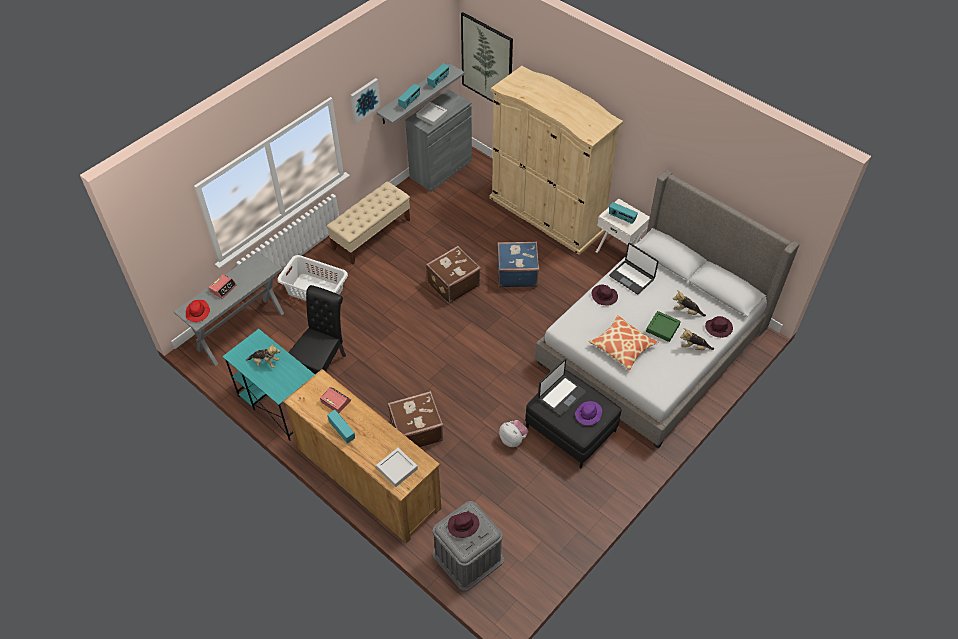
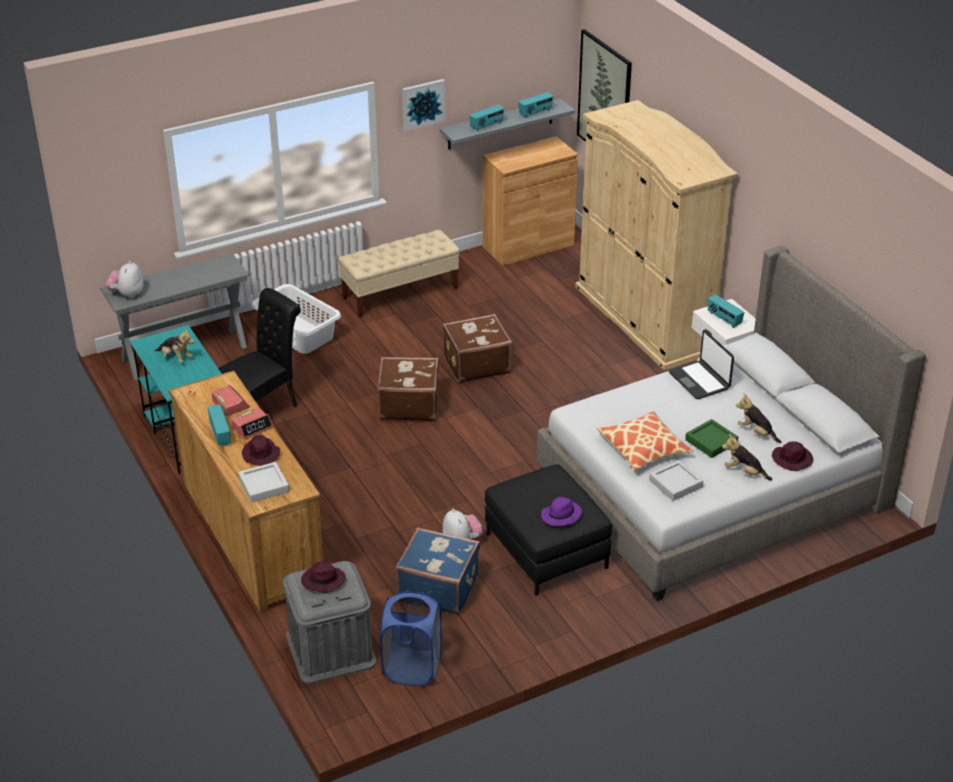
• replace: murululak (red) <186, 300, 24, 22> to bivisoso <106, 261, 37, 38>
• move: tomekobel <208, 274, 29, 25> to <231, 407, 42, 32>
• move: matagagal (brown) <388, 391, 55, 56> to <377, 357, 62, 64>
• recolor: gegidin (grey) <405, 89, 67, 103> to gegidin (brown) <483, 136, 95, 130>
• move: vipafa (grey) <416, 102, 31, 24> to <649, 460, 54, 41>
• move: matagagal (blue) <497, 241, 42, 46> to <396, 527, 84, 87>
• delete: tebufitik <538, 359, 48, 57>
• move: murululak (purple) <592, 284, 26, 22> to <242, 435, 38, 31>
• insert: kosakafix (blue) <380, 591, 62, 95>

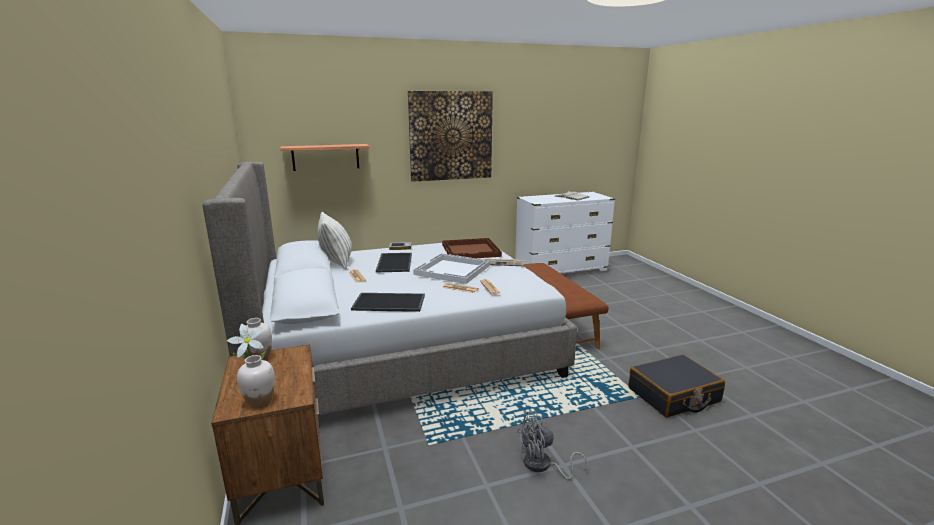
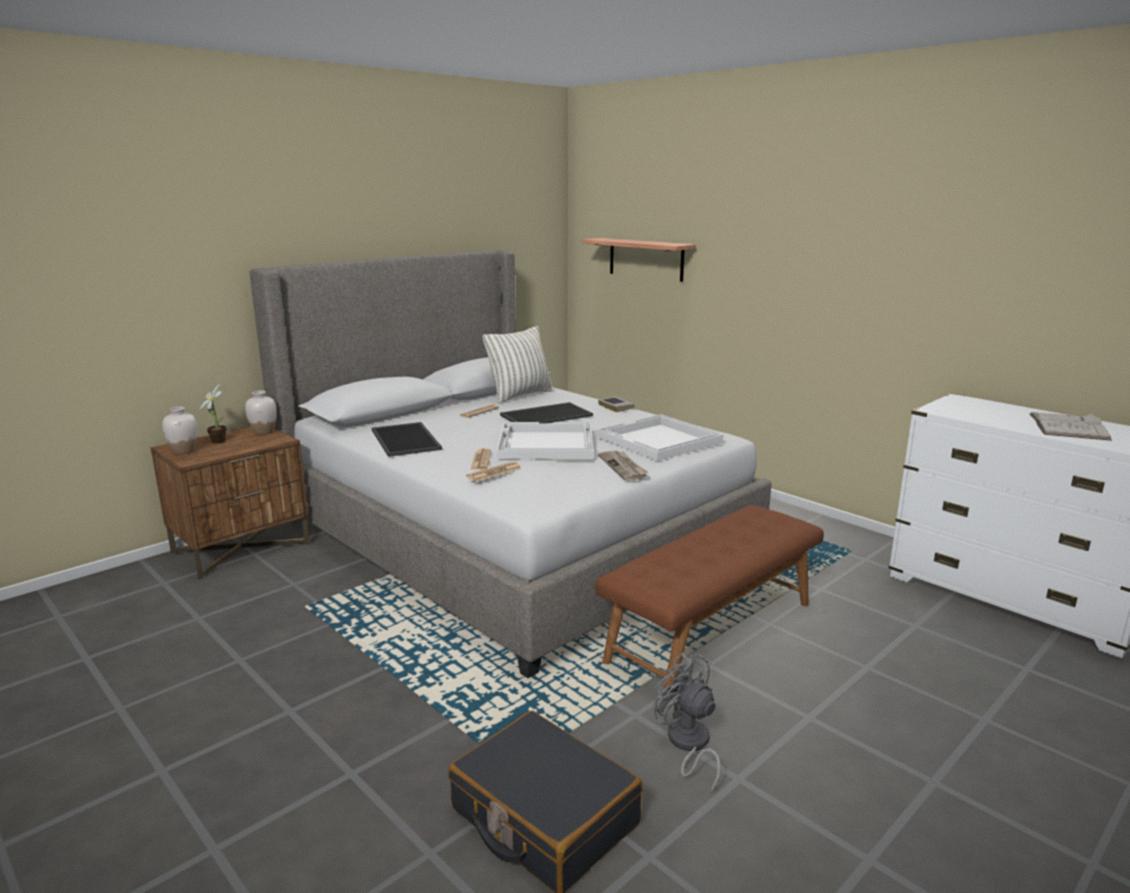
• delete: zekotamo <408, 91, 85, 91>
• recolor: vipafa (brown) <442, 238, 60, 20> to vipafa (white) <597, 414, 126, 47>
• move: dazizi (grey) <517, 411, 72, 69> to <654, 653, 67, 141>

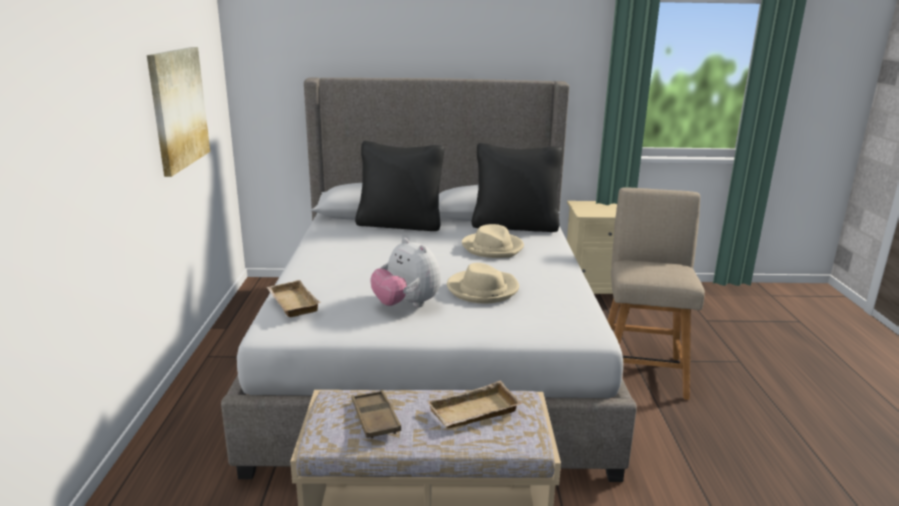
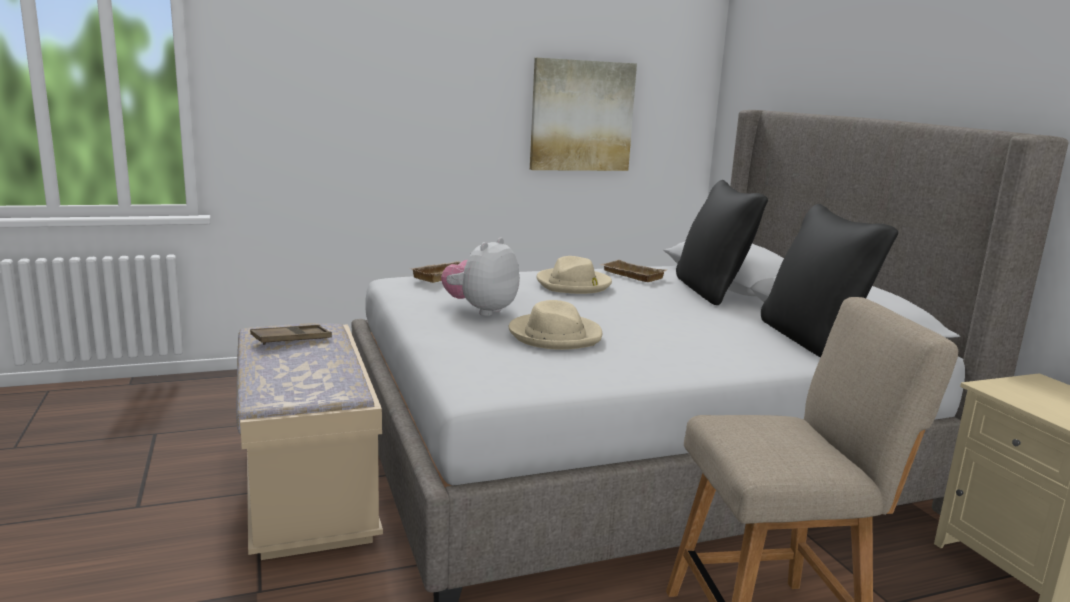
• move: vipafa (beige) <428, 381, 94, 48> to <600, 260, 67, 22>
• move: murululak (beige) <462, 224, 62, 34> to <537, 256, 75, 38>

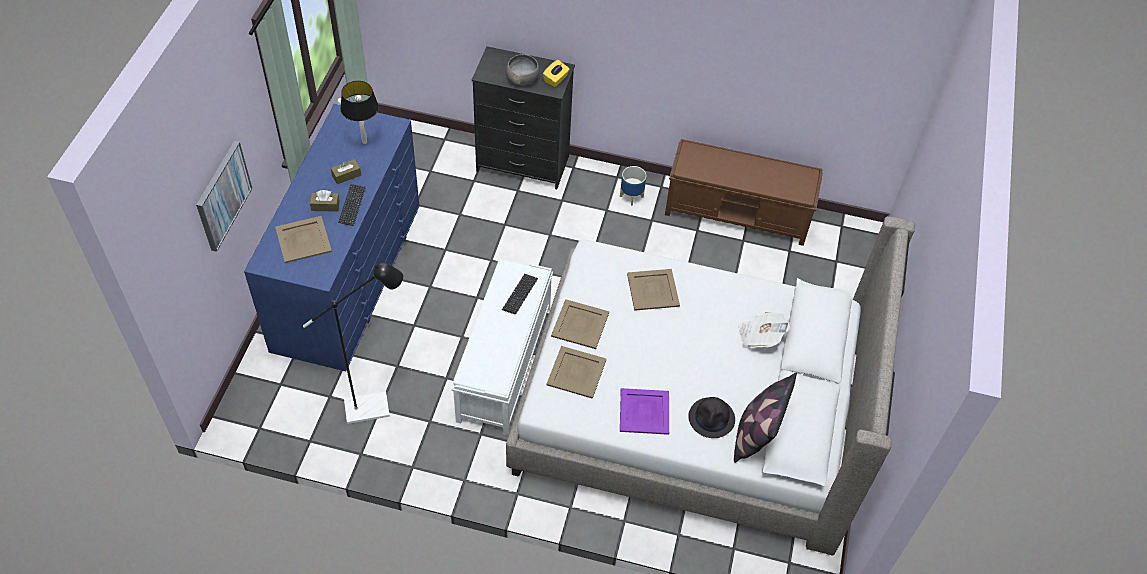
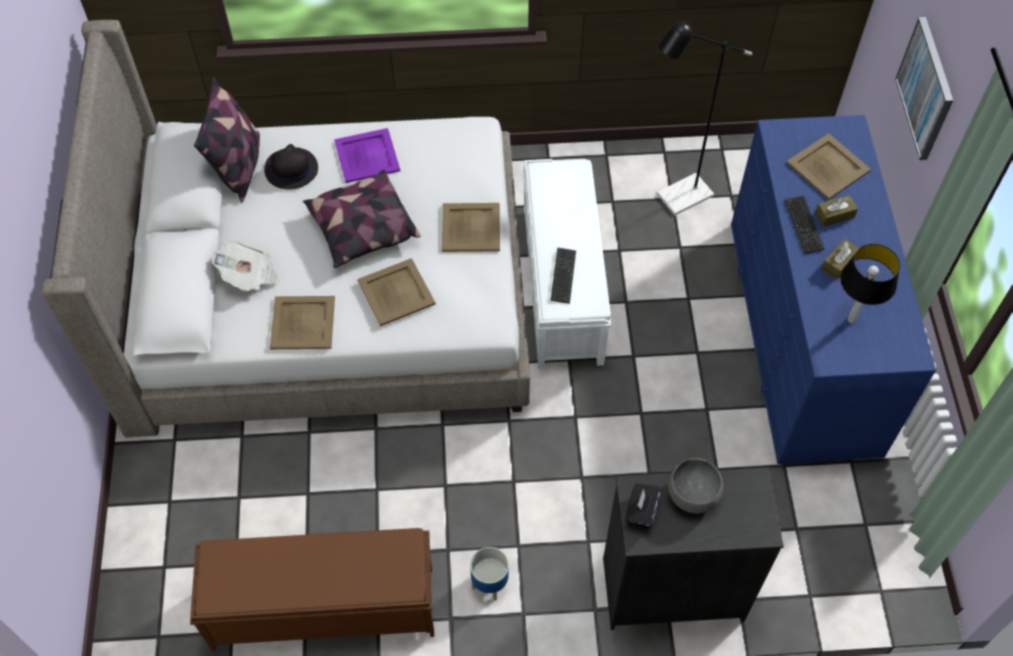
• recolor: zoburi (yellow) <543, 60, 27, 27> to zoburi (black) <625, 483, 36, 46>
• move: vipafa (beige) <546, 346, 60, 53> to <270, 296, 65, 53>
• insert: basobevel <303, 170, 118, 98>

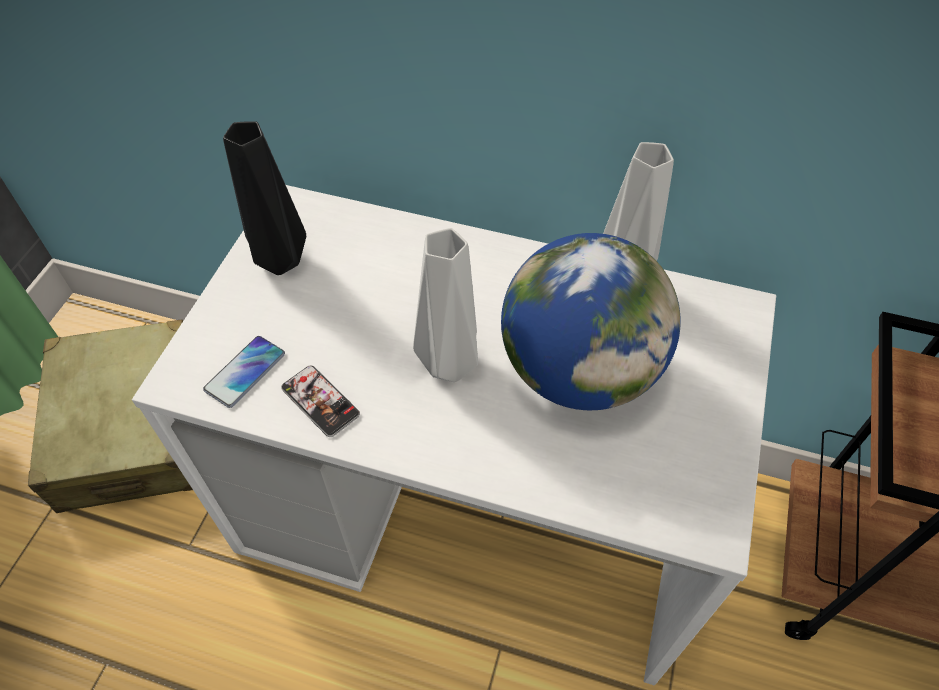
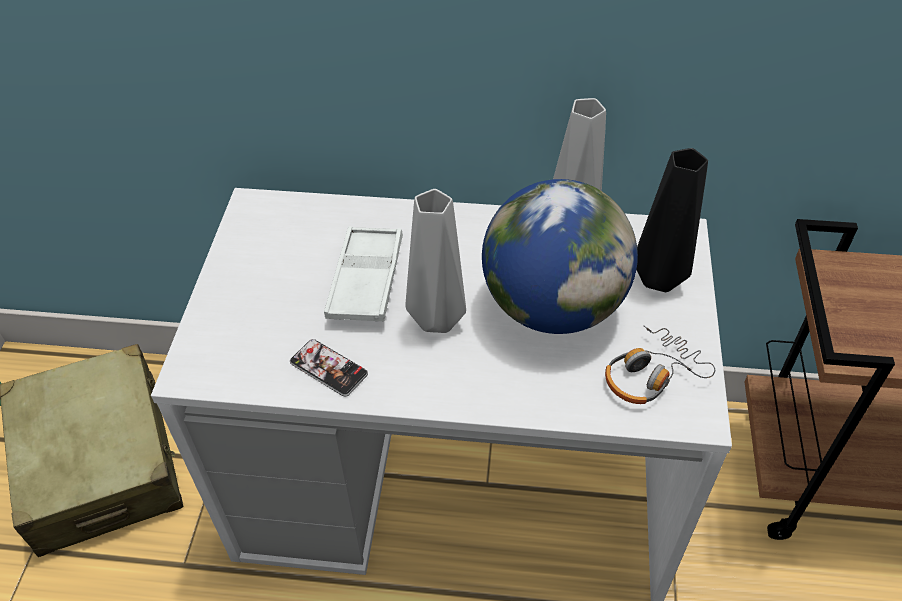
• delete: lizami <203, 336, 82, 72>
• move: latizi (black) <223, 121, 83, 154> to <636, 148, 72, 144>
• insert: vipafa (white) <324, 226, 79, 96>
• insert: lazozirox <605, 325, 110, 79>

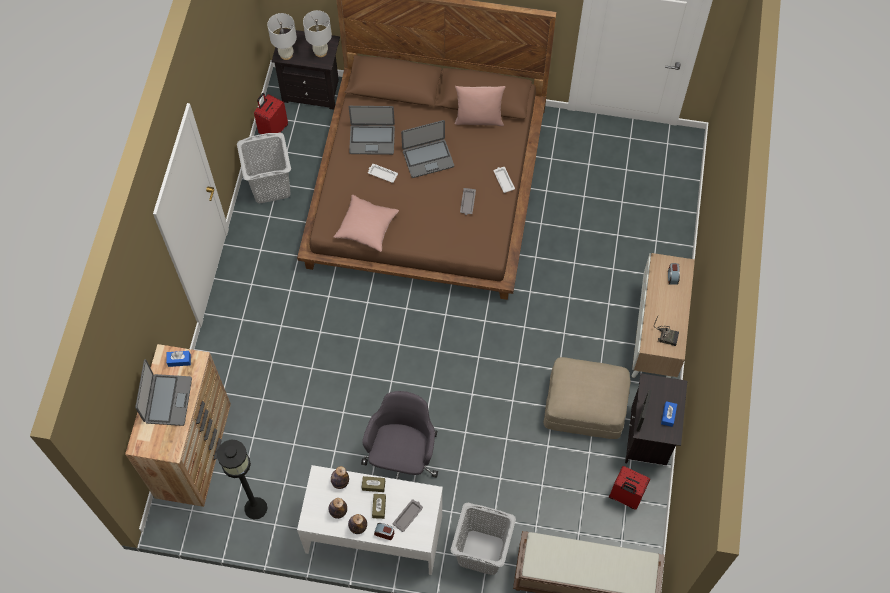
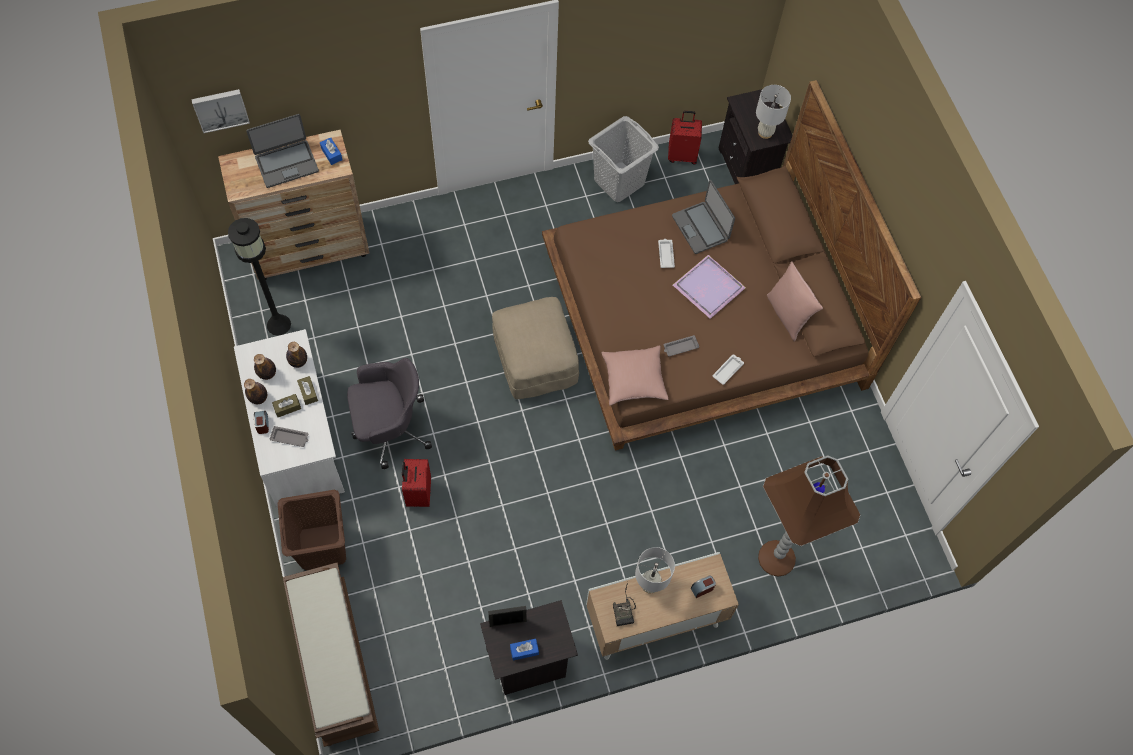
• move: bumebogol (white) <267, 13, 30, 47> to <635, 547, 40, 46>
• move: basobevel (pink) <334, 195, 65, 57> to <602, 345, 66, 60>
• replace: tebufitik <401, 120, 53, 58> to vipafa (purple) <673, 255, 73, 64>
• recolor: kosakafix (grey) <451, 503, 65, 72> to kosakafix (brown) <278, 490, 68, 80>
• move: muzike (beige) <544, 357, 87, 82> to <492, 297, 87, 102>
• move: matagagal (red) <609, 466, 41, 44> to <402, 459, 29, 48>
• insert: zekotamo <191, 89, 59, 44>
• insert: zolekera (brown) <758, 455, 103, 122>

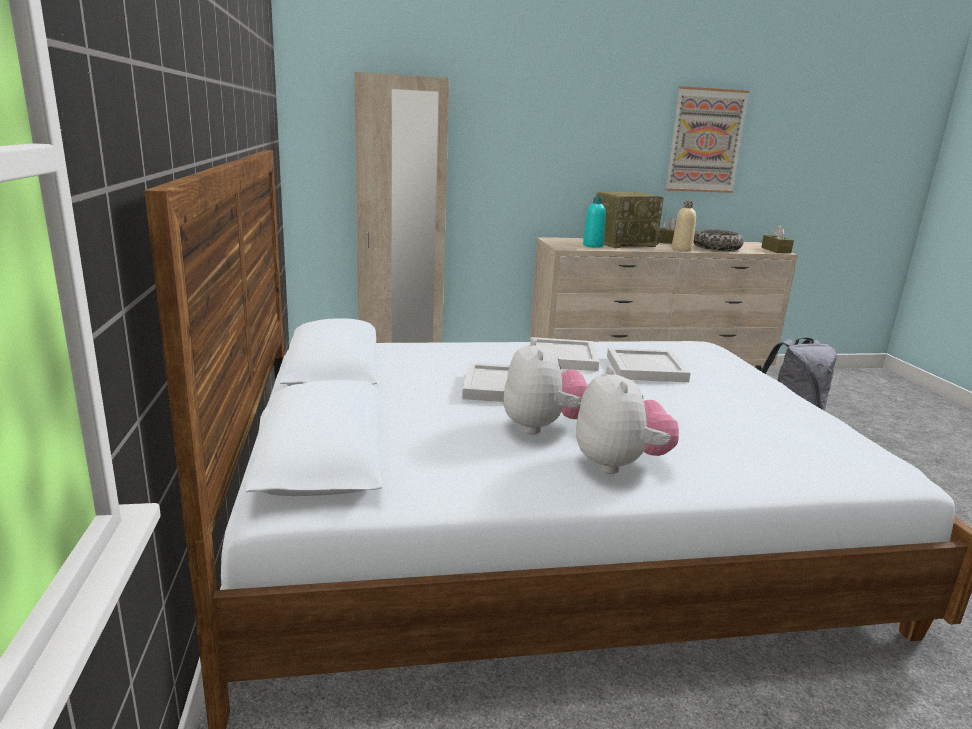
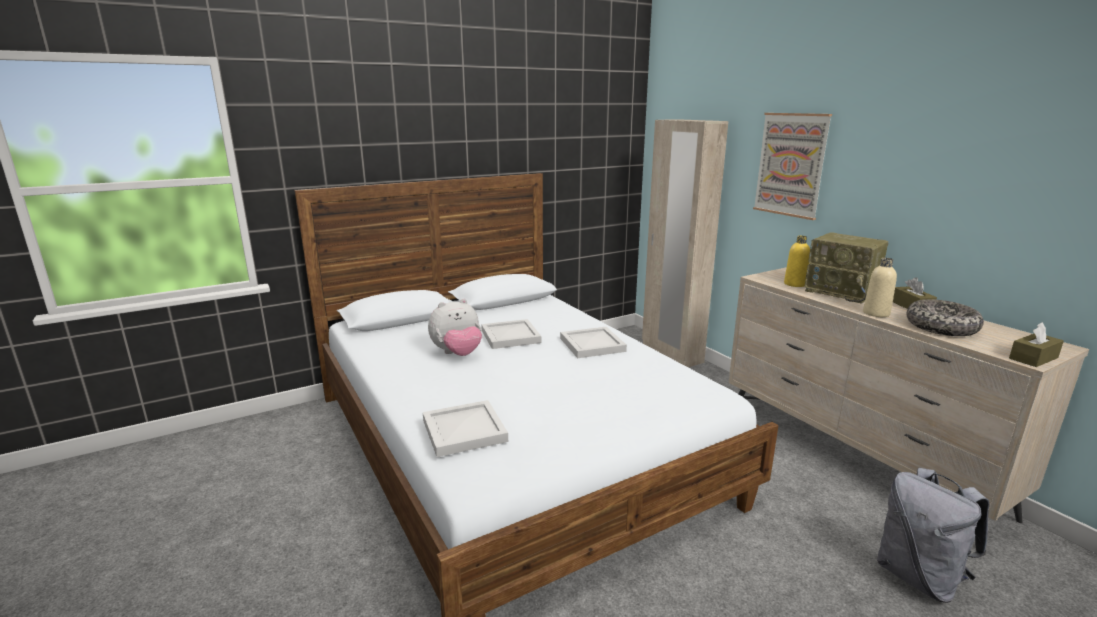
• delete: bivisoso <576, 366, 103, 108>
• recolor: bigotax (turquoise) <583, 197, 23, 51> to bigotax (yellow) <784, 236, 26, 51>
• move: vipafa (white) <607, 348, 84, 34> to <423, 400, 85, 57>
• move: zekotamo <665, 86, 85, 107> to <753, 113, 79, 107>

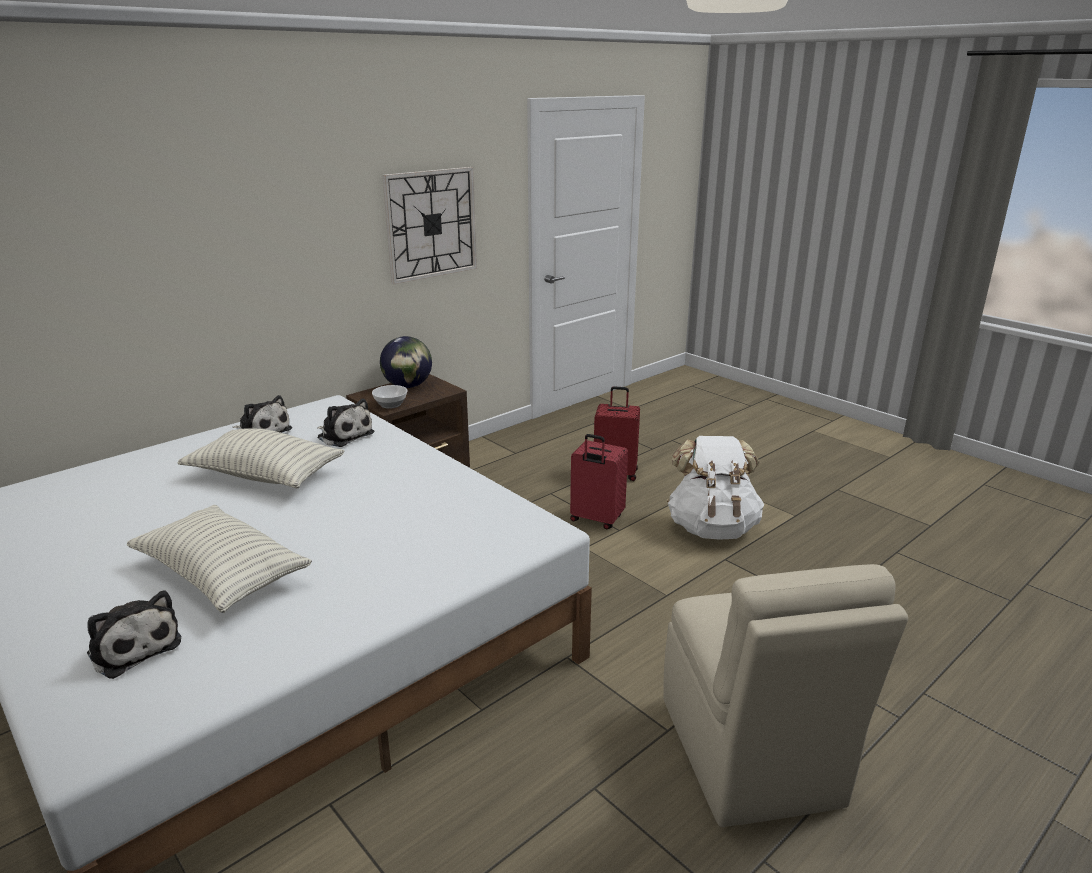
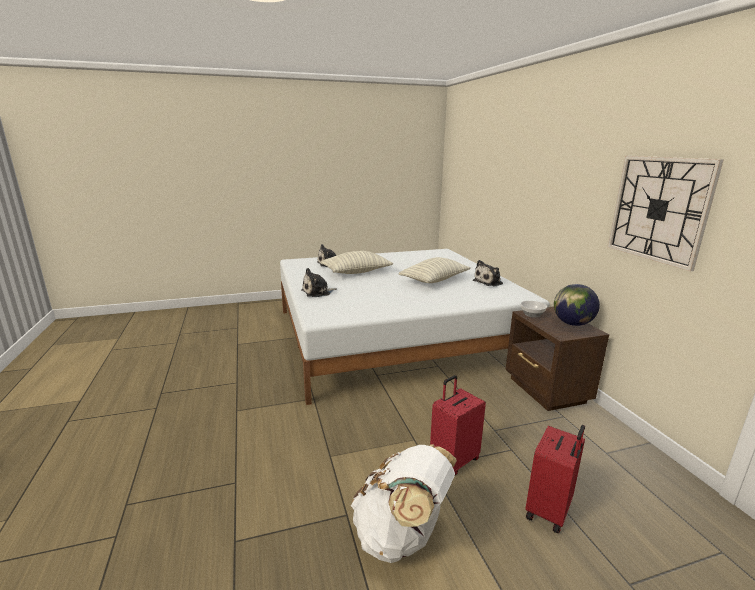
• move: bivisoso <317, 398, 57, 49> to <302, 268, 35, 29>
• delete: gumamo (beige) <663, 564, 245, 263>

